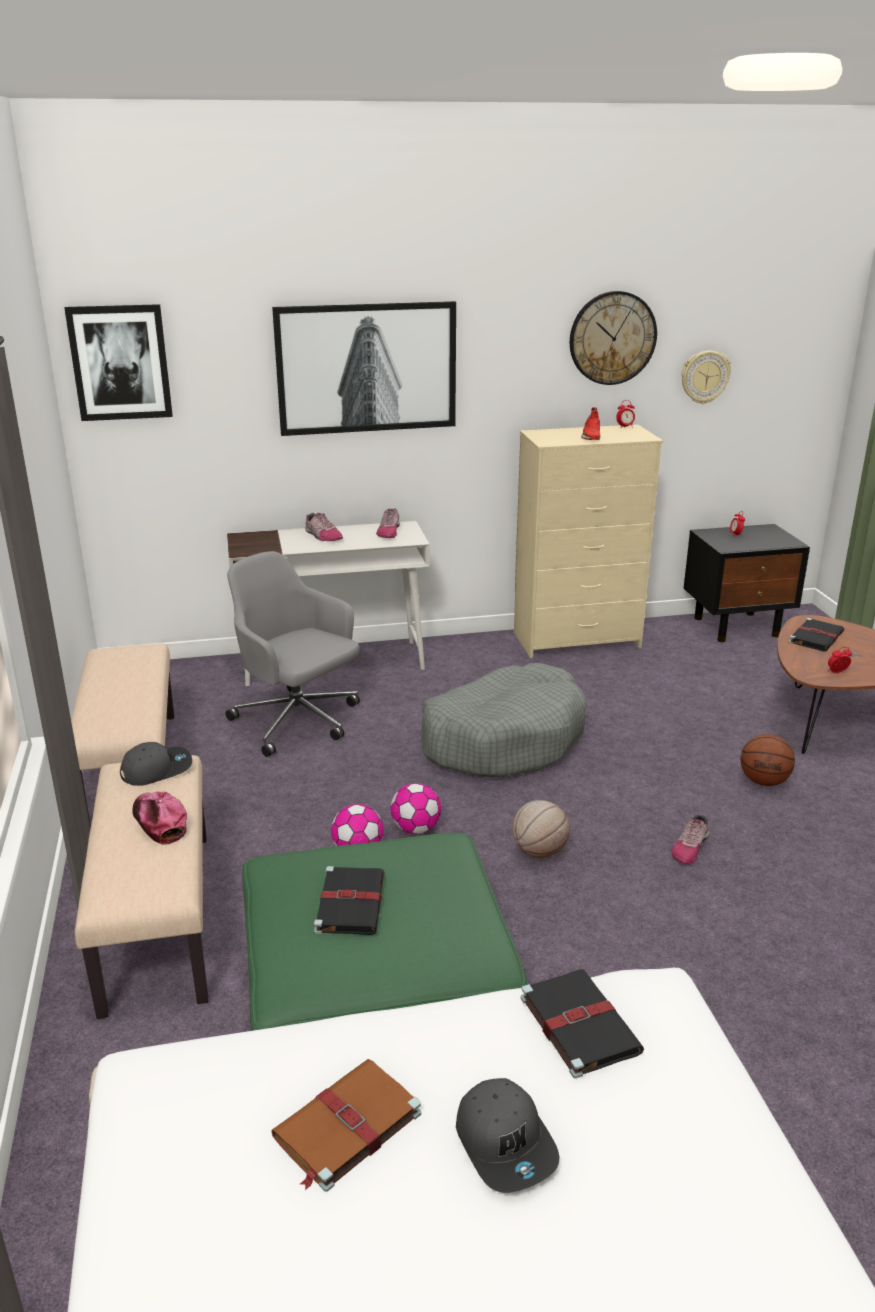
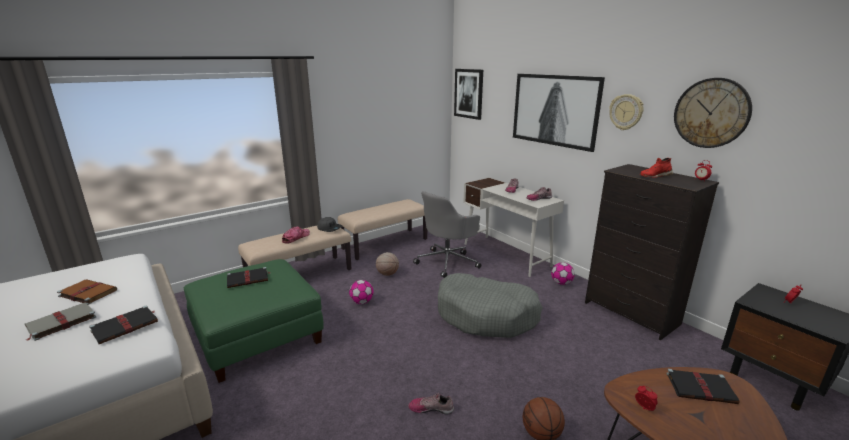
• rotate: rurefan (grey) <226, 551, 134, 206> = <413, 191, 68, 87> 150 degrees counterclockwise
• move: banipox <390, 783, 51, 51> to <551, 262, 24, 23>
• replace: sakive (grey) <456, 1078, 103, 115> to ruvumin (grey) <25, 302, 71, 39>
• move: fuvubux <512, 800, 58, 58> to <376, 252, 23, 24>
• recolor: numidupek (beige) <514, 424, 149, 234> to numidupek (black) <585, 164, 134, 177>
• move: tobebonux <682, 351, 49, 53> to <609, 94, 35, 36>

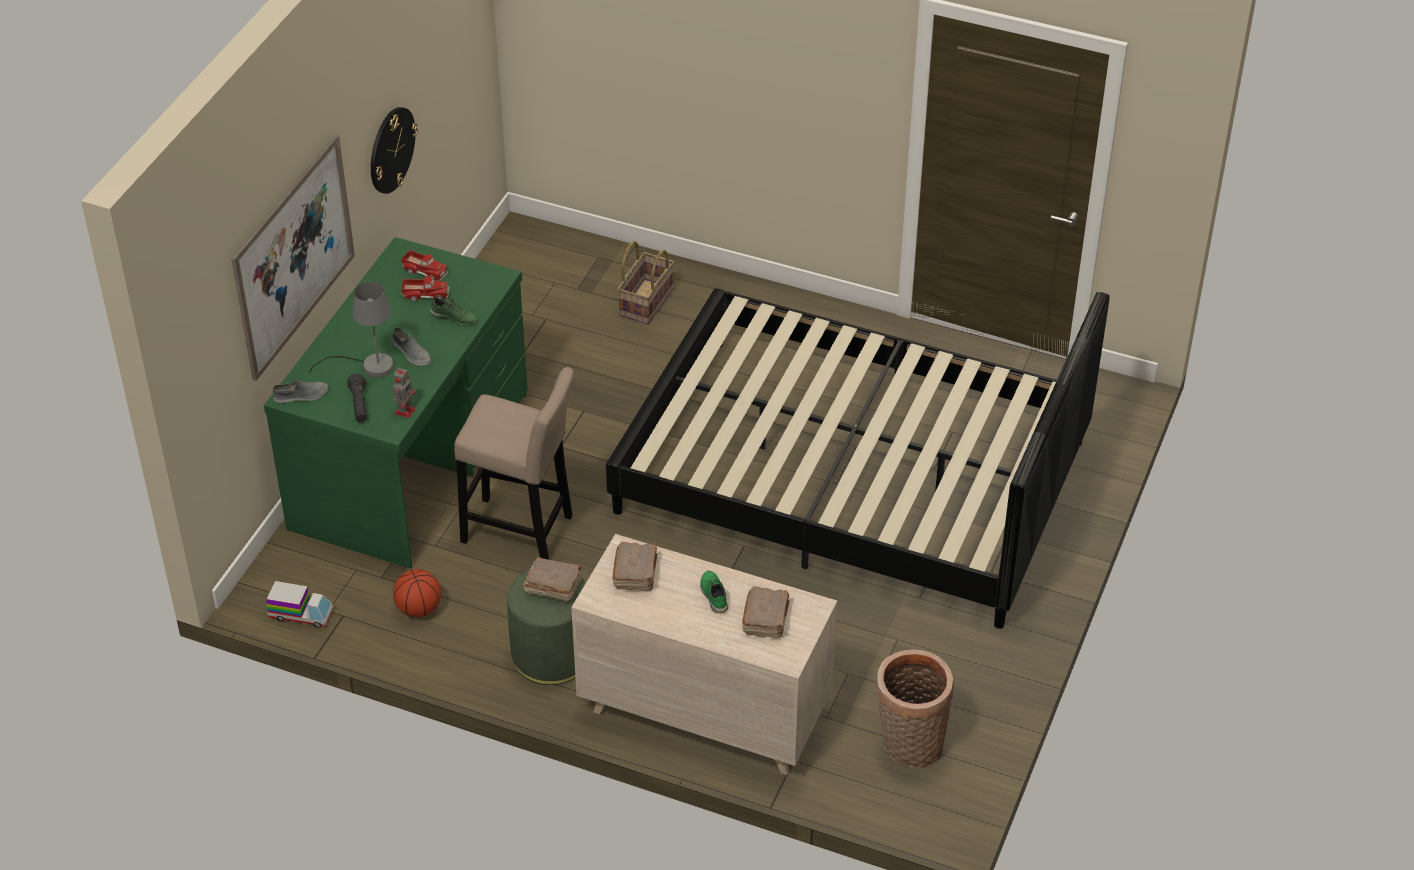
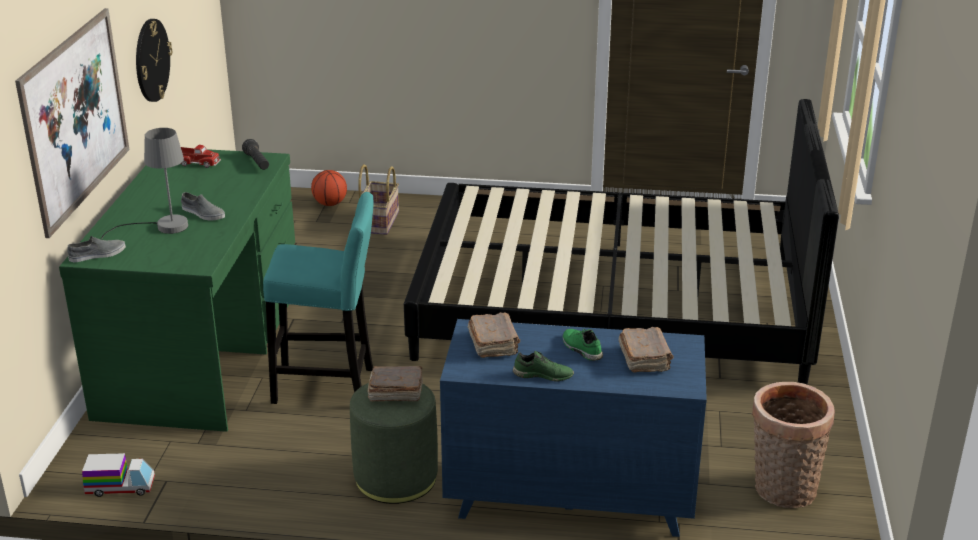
• move: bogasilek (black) <347, 374, 20, 48> to <242, 139, 27, 31>
• delete: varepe <393, 366, 23, 52>
• move: fuvubux <393, 569, 48, 48> to <311, 170, 36, 36>
• delete: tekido <401, 276, 48, 25>
• move: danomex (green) <430, 297, 48, 29> to <513, 351, 61, 30>
• recolor: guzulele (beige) <454, 367, 120, 193> to guzulele (turquoise) <263, 192, 111, 212>
• recolor: numidupek (beige) <571, 534, 266, 241> to numidupek (blue) <440, 319, 267, 218>

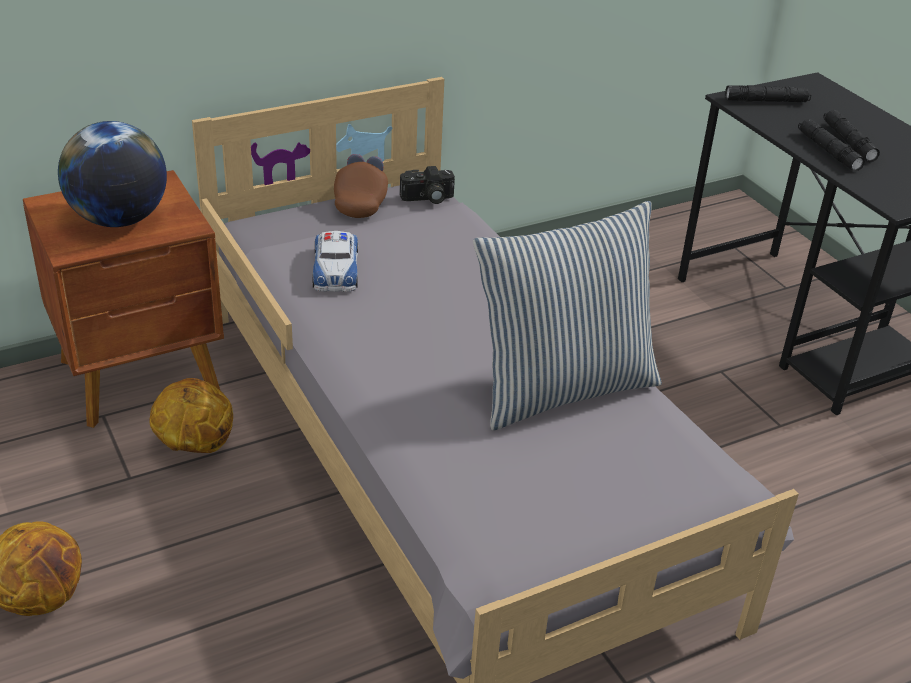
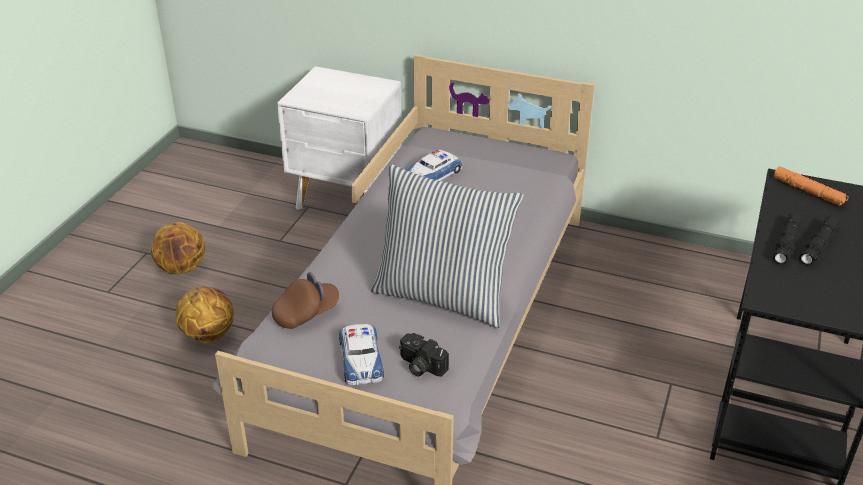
• recolor: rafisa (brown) <23, 170, 201, 258> to rafisa (white) <277, 66, 125, 144>
• delete: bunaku <58, 121, 109, 106>
• move: fuvubux <149, 378, 84, 75> to <175, 286, 59, 57>
• move: sakive (brown) <334, 154, 54, 64> to <272, 272, 67, 57>
• move: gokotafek <400, 166, 55, 38> to <399, 333, 50, 44>
• recolor: bogasilek (black) <725, 85, 86, 17> to bogasilek (orange) <774, 166, 75, 40>
• insert: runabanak <339, 324, 45, 61>

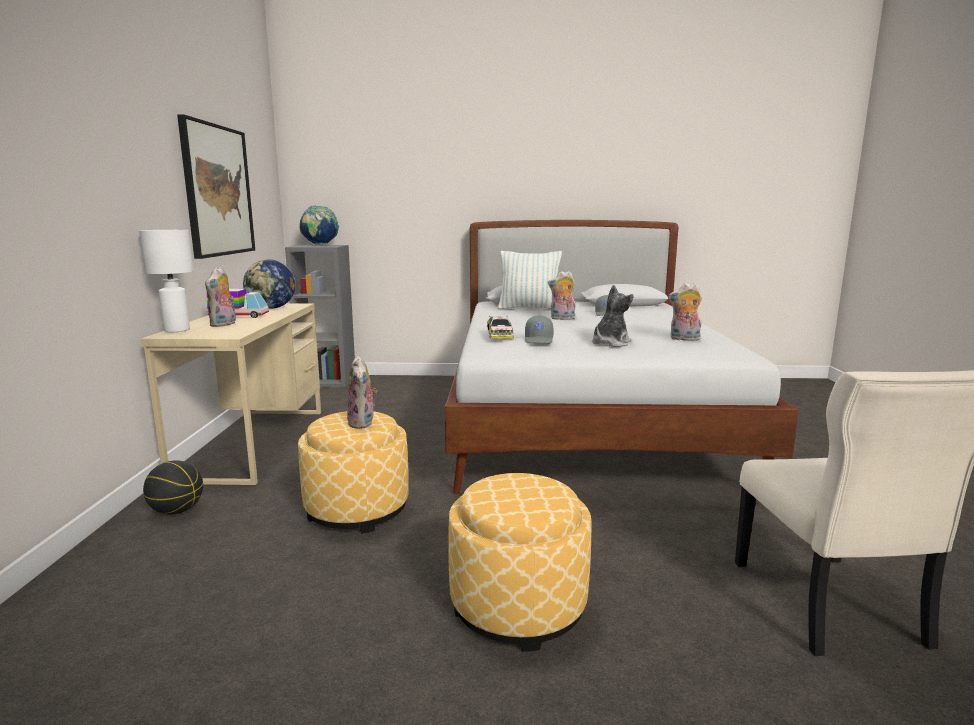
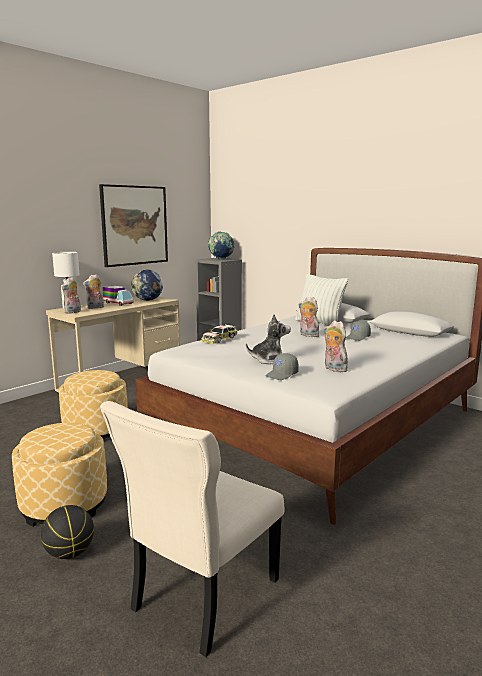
• move: fuvubux <143, 460, 60, 55> to <41, 505, 53, 54>
• move: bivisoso <347, 356, 31, 73> to <62, 277, 19, 37>
• move: sakive (grey) <525, 315, 28, 28> to <265, 353, 34, 27>

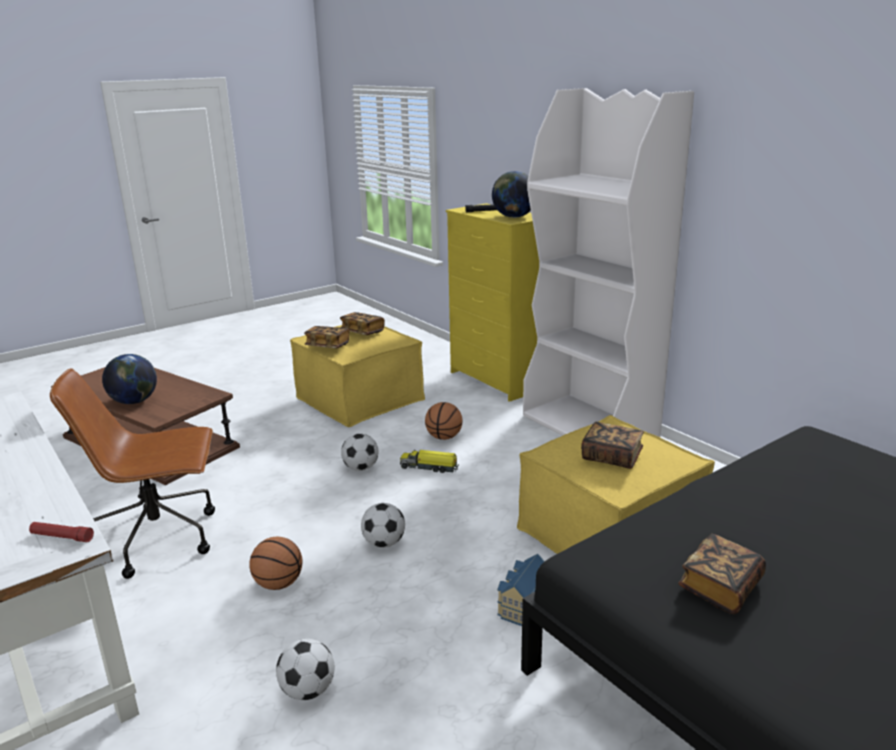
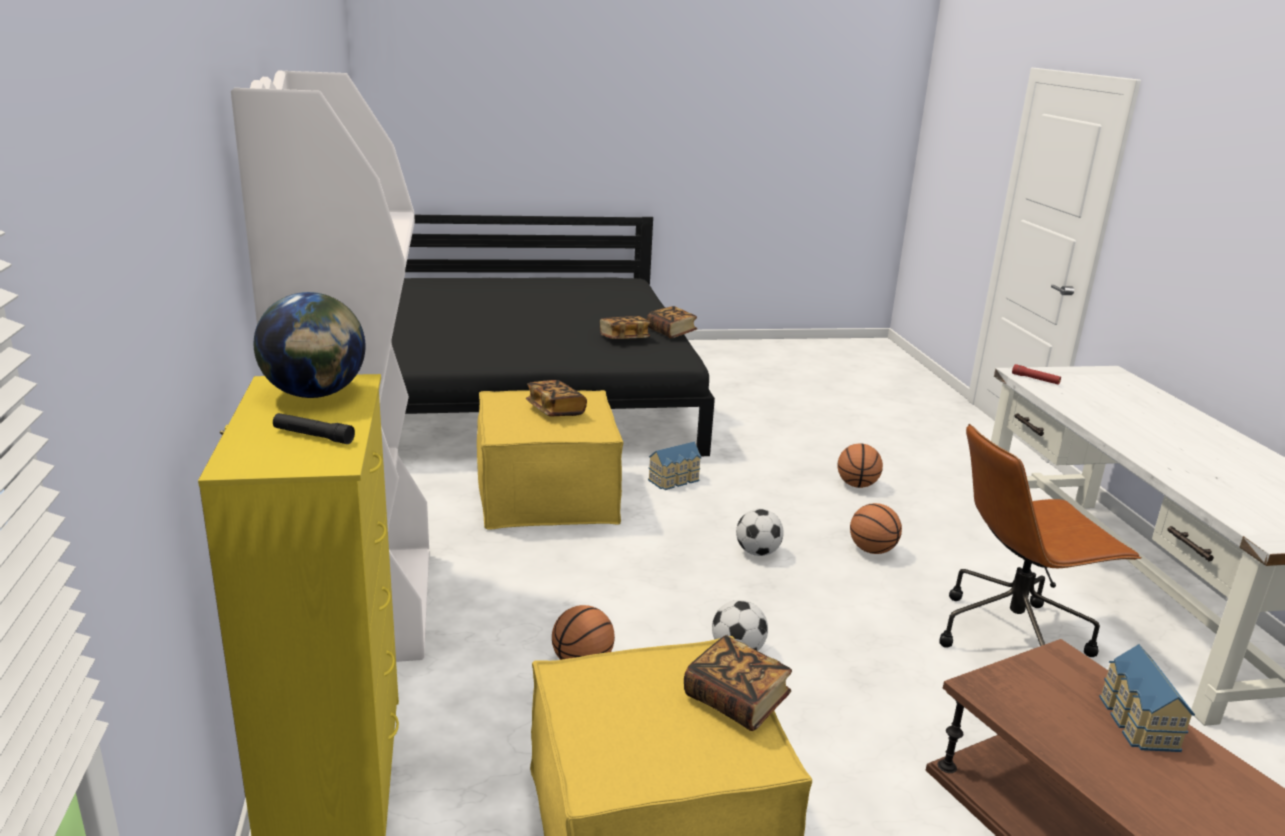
• rotate: rurefan (brown) <50, 368, 165, 211> = <939, 424, 202, 233> 150 degrees clockwise
• replace: bunaku <102, 354, 55, 50> to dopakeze <1099, 644, 96, 108>
• replace: banipox <276, 639, 59, 61> to fuvubux <838, 443, 45, 45>
• move: ruvumin <340, 312, 45, 23> to <647, 306, 50, 32>
• delete: tekido <400, 450, 59, 23>

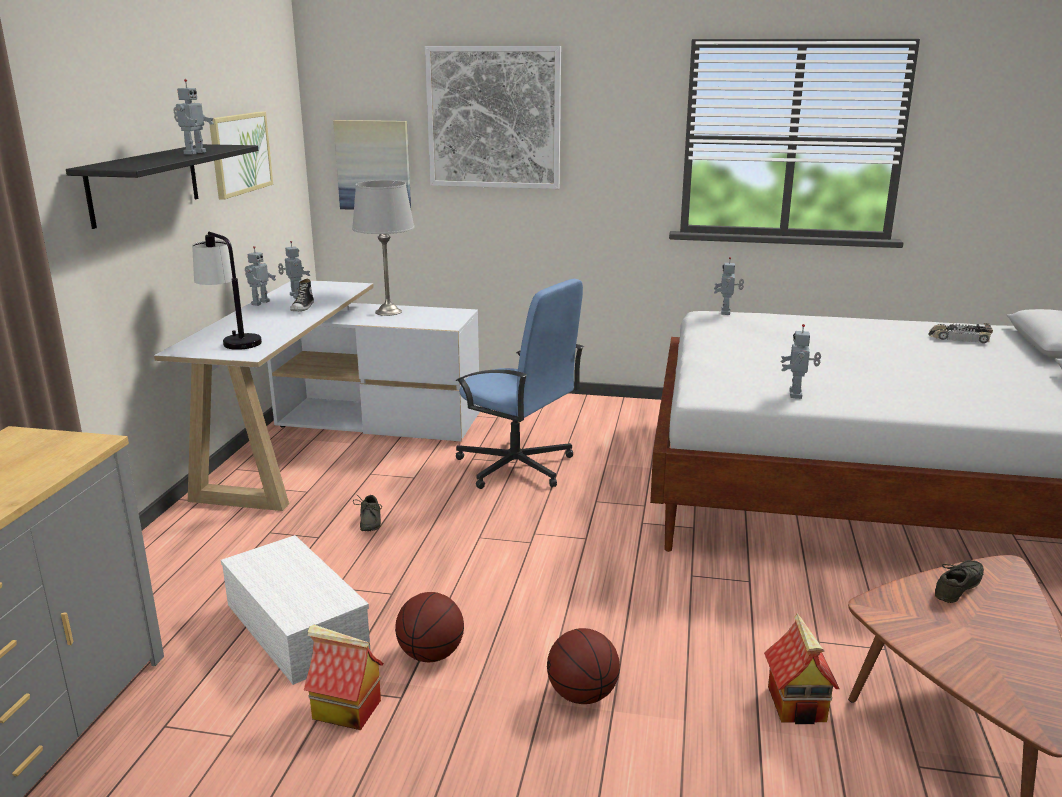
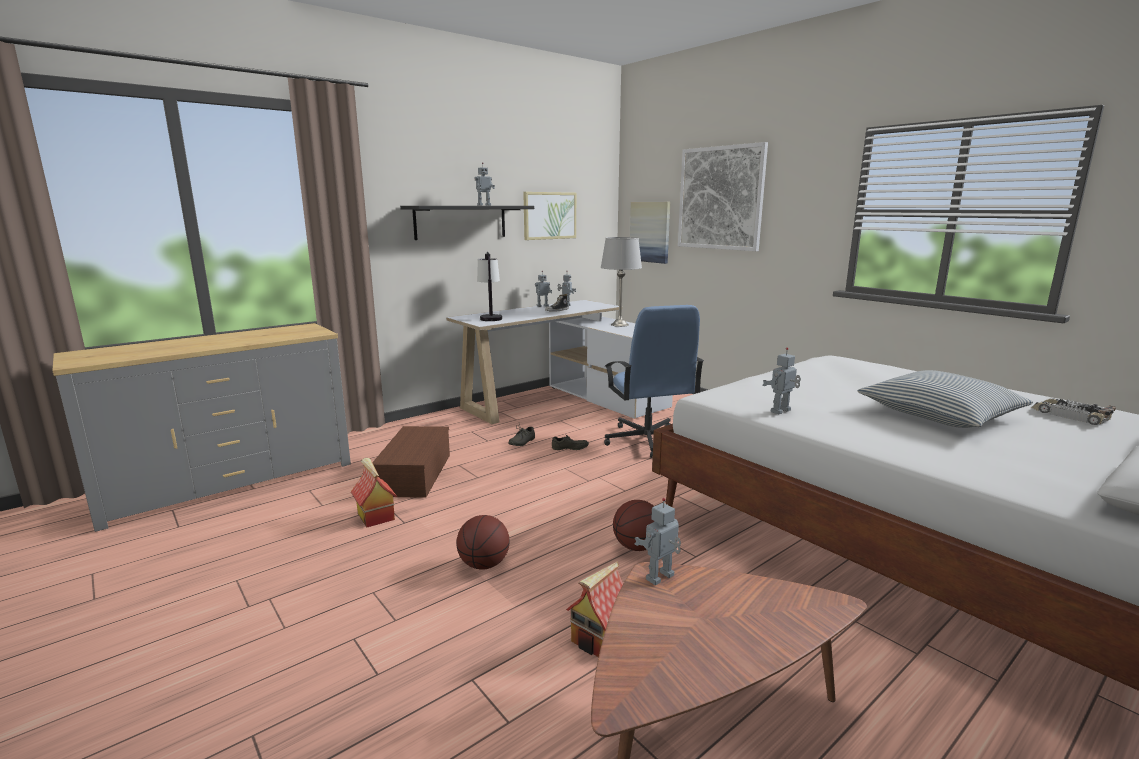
• recolor: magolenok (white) <221, 535, 150, 150> to magolenok (brown) <372, 426, 78, 72>
• move: fuvubux <395, 592, 69, 70> to <613, 500, 42, 51>
• move: varepe <714, 257, 30, 58> to <635, 498, 46, 87>
• move: danomex (grey) <935, 560, 49, 43> to <552, 434, 37, 16>
• insert: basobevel <857, 370, 176, 58>

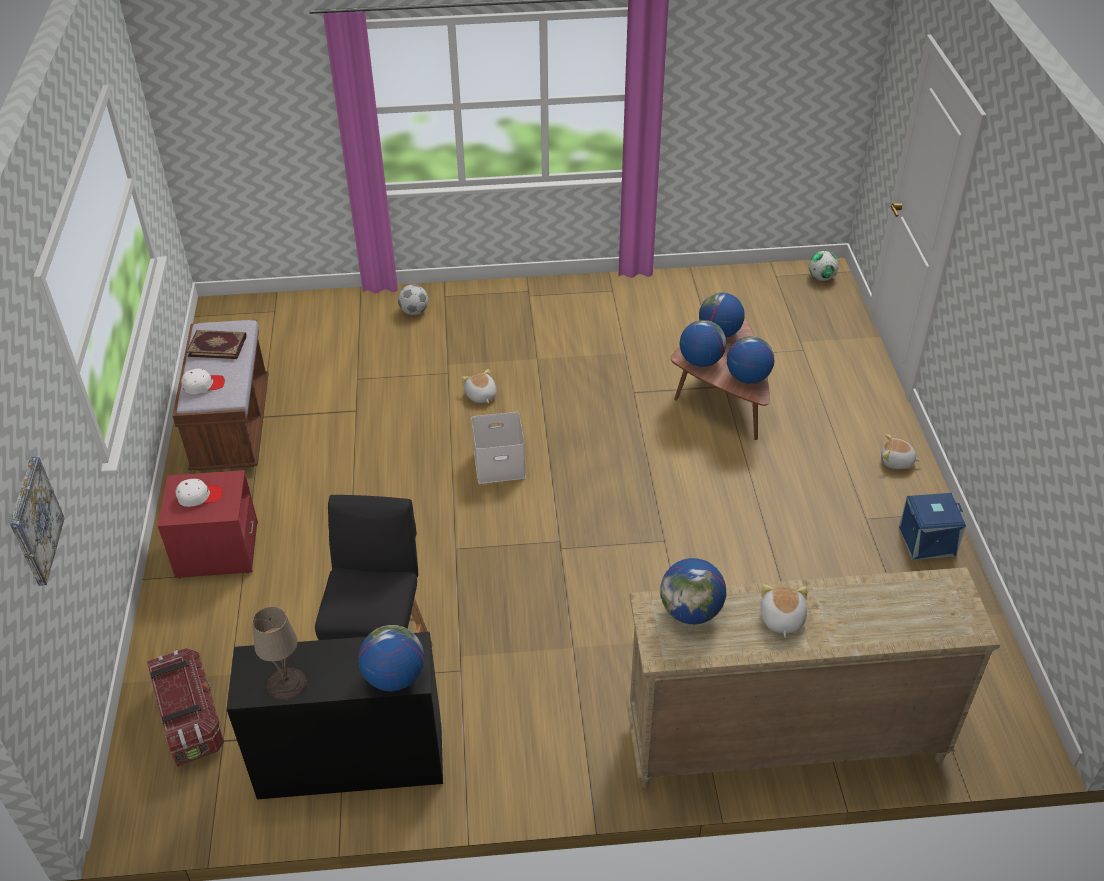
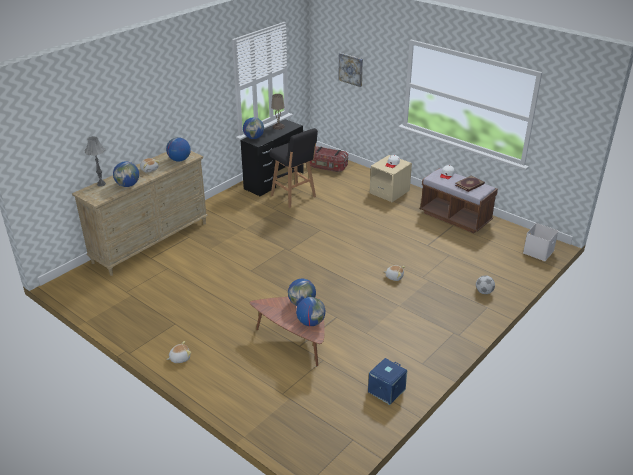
• recolor: rafisa (red) <158, 470, 100, 109> to rafisa (beige) <370, 155, 42, 47>
• move: magolenok (white) <472, 412, 54, 72> to <523, 223, 35, 38>
• move: bunaku <727, 336, 47, 48> to <113, 161, 26, 26>
• delete: banipox <809, 251, 30, 30>
• move: magolenok (blue) <899, 493, 67, 67> to <368, 358, 39, 47>
• insert: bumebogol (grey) <85, 136, 21, 50>

